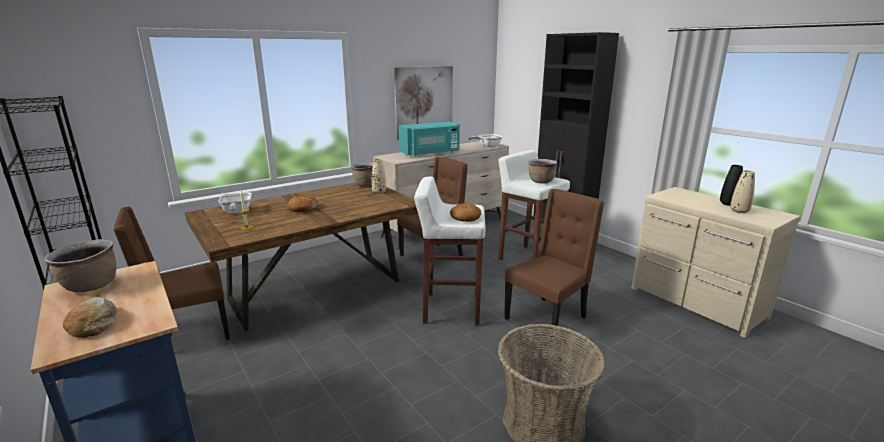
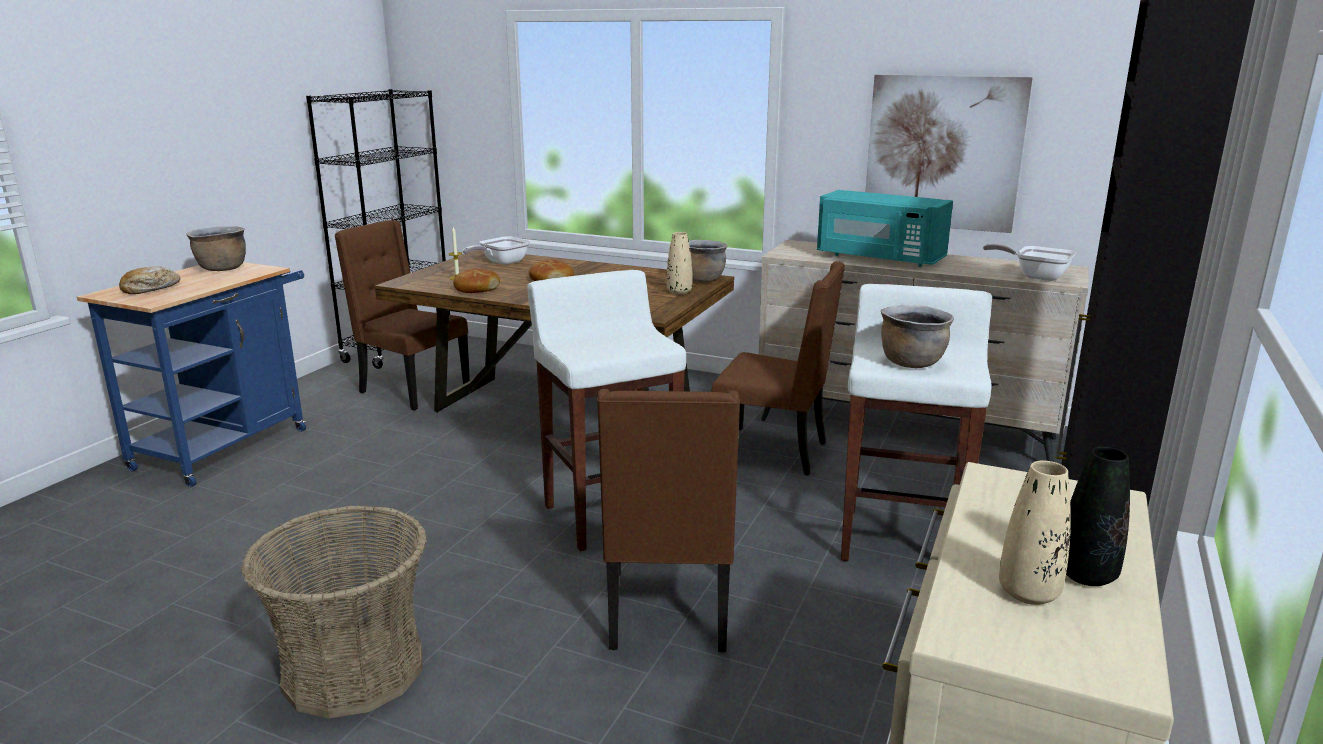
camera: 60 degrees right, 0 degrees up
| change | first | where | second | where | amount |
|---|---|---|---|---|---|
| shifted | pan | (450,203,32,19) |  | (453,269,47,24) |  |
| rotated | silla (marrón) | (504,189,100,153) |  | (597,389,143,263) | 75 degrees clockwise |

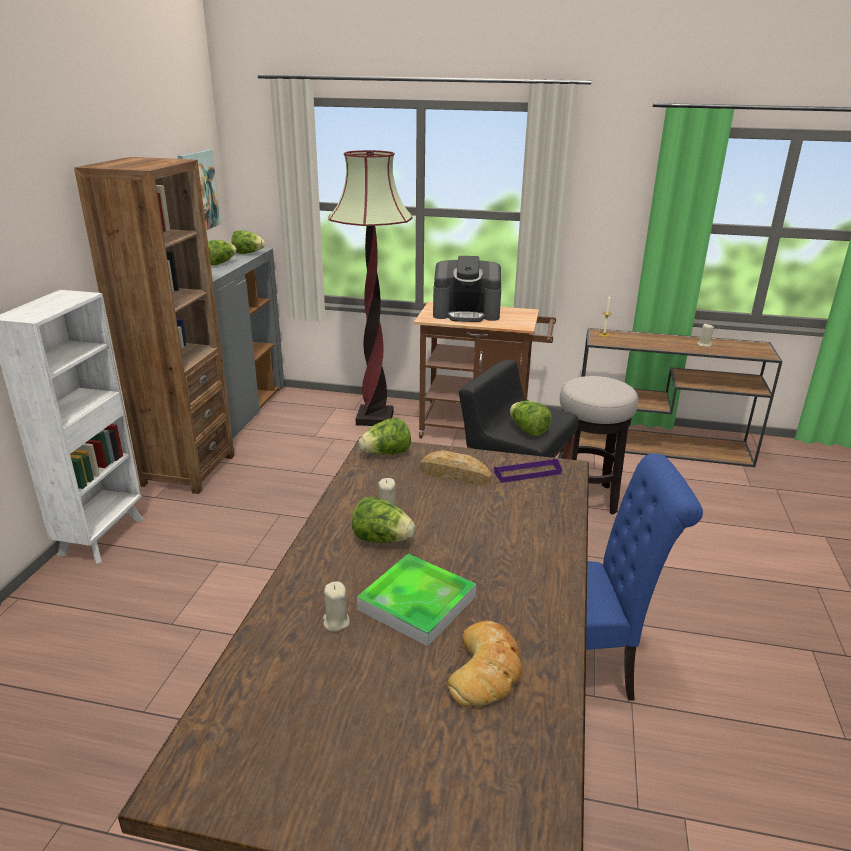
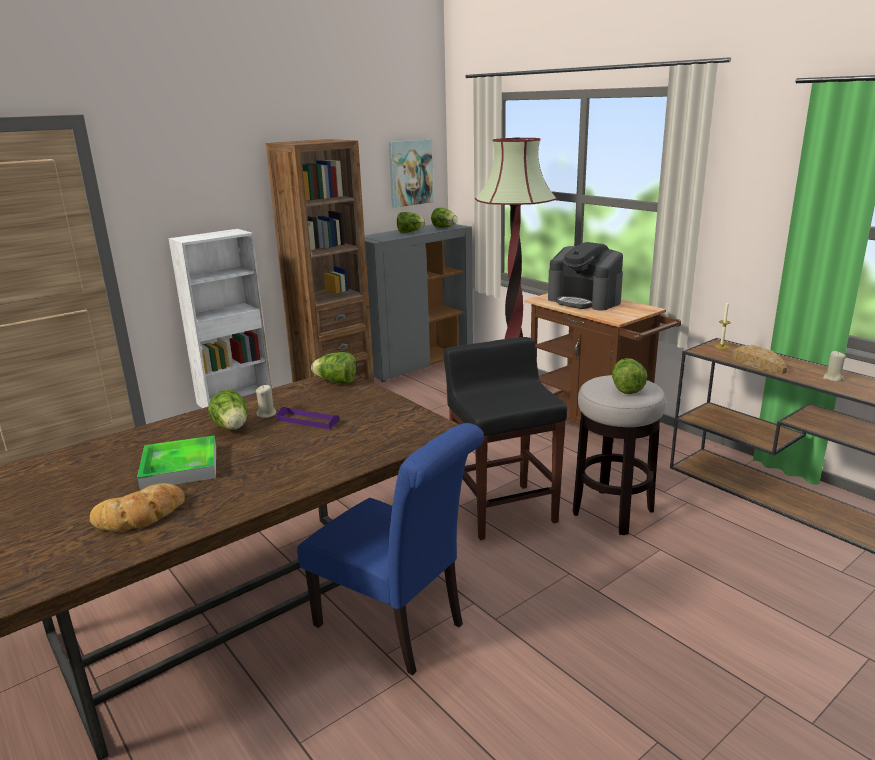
camera: 40 degrees right, 5 degrees down
| change | first | where | second | where | amount |
|---|---|---|---|---|---|
| gone | vela (beis) | (323,582,27,50) |  |  |  |
| shifted | pan | (420,450,72,34) |  | (732,345,55,29) |  |
| shifted | bandeja (morado) | (494,459,68,24) |  | (276,407,63,22) |  |
| shifted | lechuga | (510,401,42,36) |  | (612,358,35,36) |  |

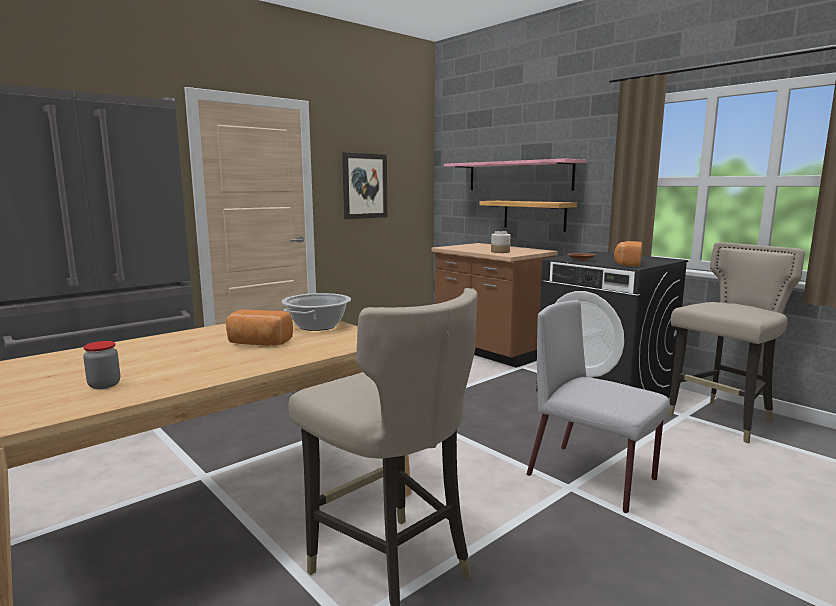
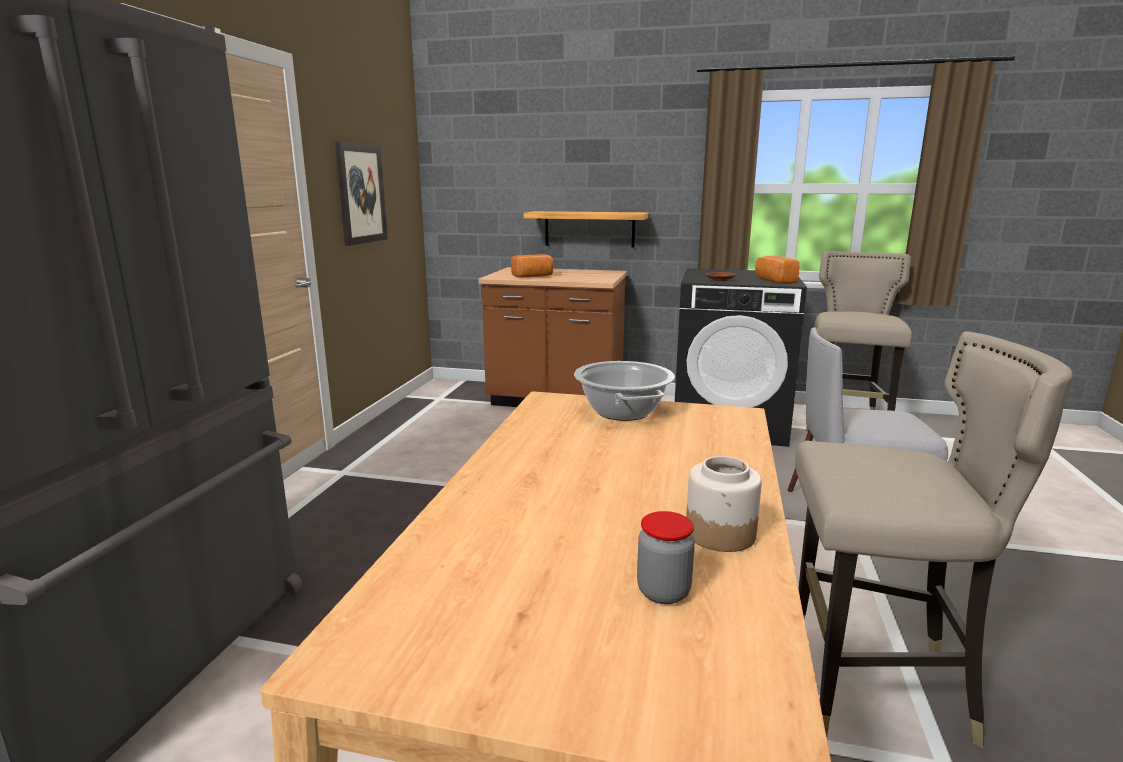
camera: 35 degrees left, 5 degrees up
| change | first | where | second | where | amount |
|---|---|---|---|---|---|
| gone | estante (rosa) | (444,159,142,32) |  |  |  |
| shifted | pan | (226,309,67,37) |  | (511,254,42,23) |  |
| shifted | tarro | (491,231,19,22) |  | (686,456,76,96) |  |

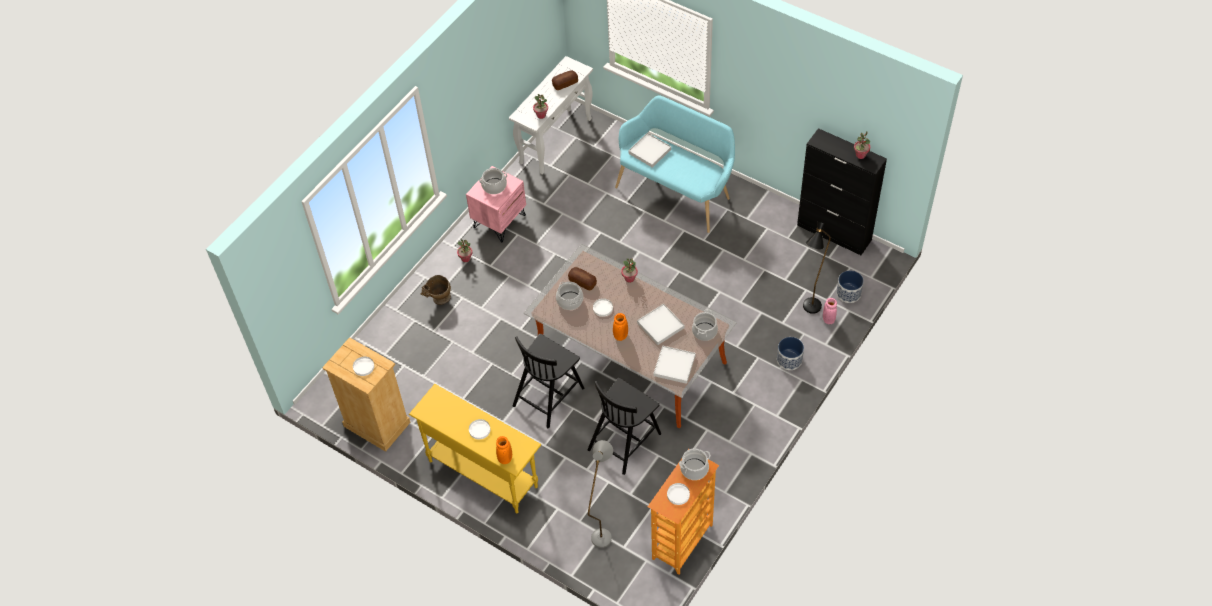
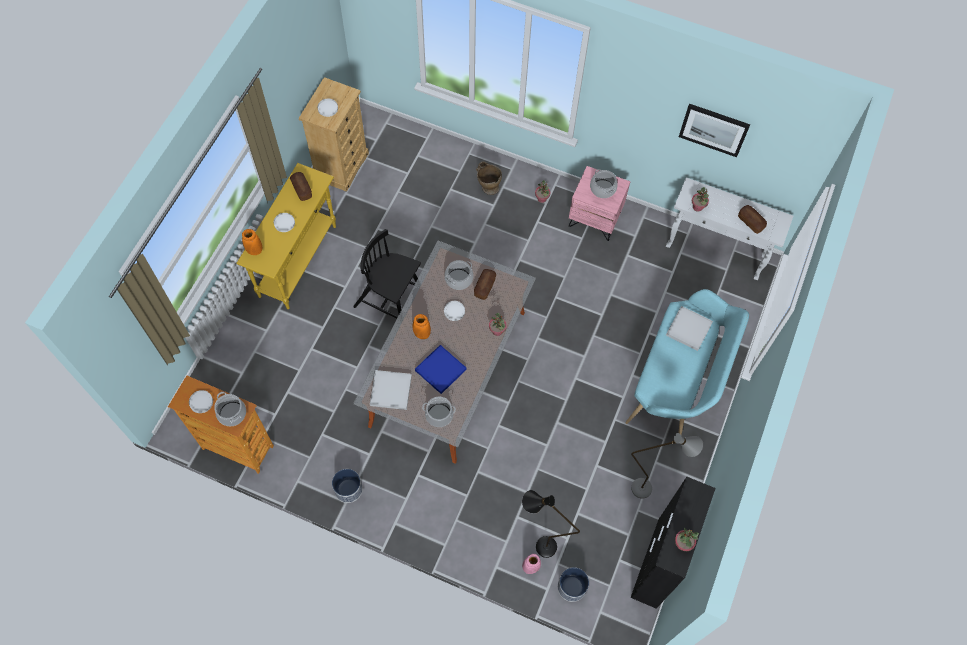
camera: 75 degrees right, 10 degrees up
| change | first | where | second | where | amount |
|---|---|---|---|---|---|
| gone | silla (negro) | (588,378,73,97) |  |  |  |
| new |  |  | pan | (290,172,22,29) |  |
| new |  |  | cuadro | (679,104,71,53) |  |
| shifted | lámpara de pie (gris) | (588,440,25,108) |  | (631,433,72,65) |  |
| shifted | maceta | (777,337,27,33) |  | (332,469,31,34) |  |
| repainted | bandeja (blanco) | (637,304,47,41) | bandeja (azul) | (415,345,51,49) |  |

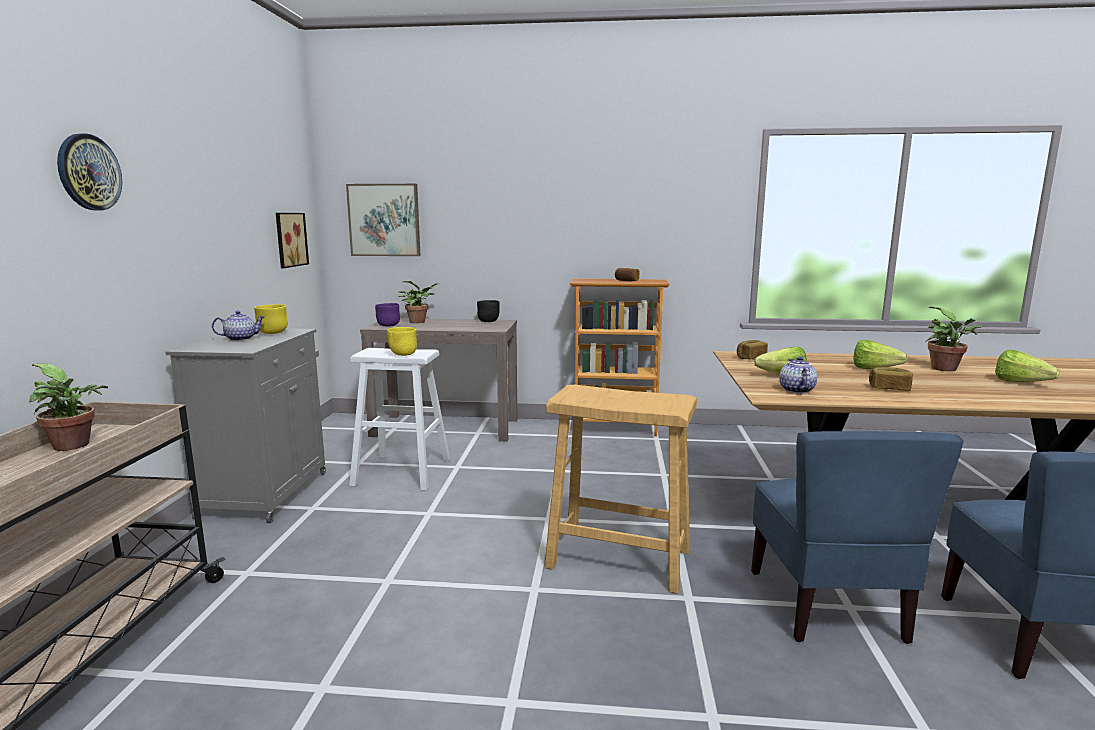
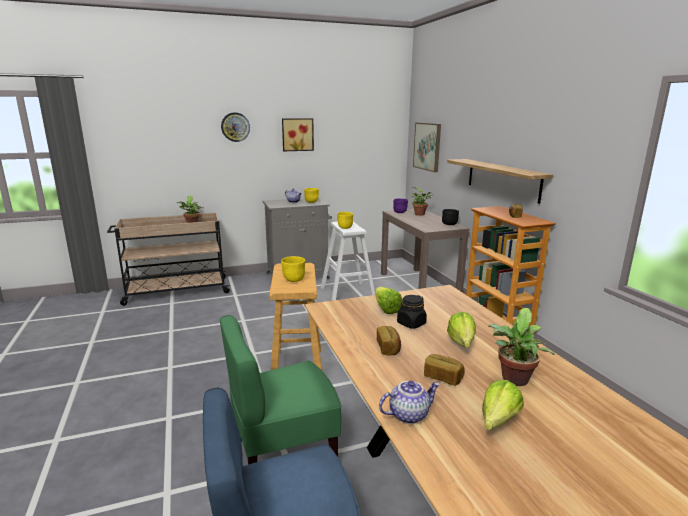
camera: 65 degrees right, 5 degrees up
| change | first | where | second | where | amount |
|---|---|---|---|---|---|
| new |  |  | cuenco (amarillo) | (281,256,24,26) |  |
| new |  |  | tarro (negro) | (397,295,30,34) |  |
| new |  |  | estante | (447,159,106,45) |  |
| shifted | cuadro | (276,213,33,55) |  | (282,118,32,33) |  |
| shifted | pan | (737,340,31,19) |  | (424,354,41,32) |  |
| shifted | tetera | (779,357,38,37) |  | (379,381,61,43) |  |
| repainted | silla (azul) | (751,431,213,213) | silla (verde) | (220,315,121,150) |  |

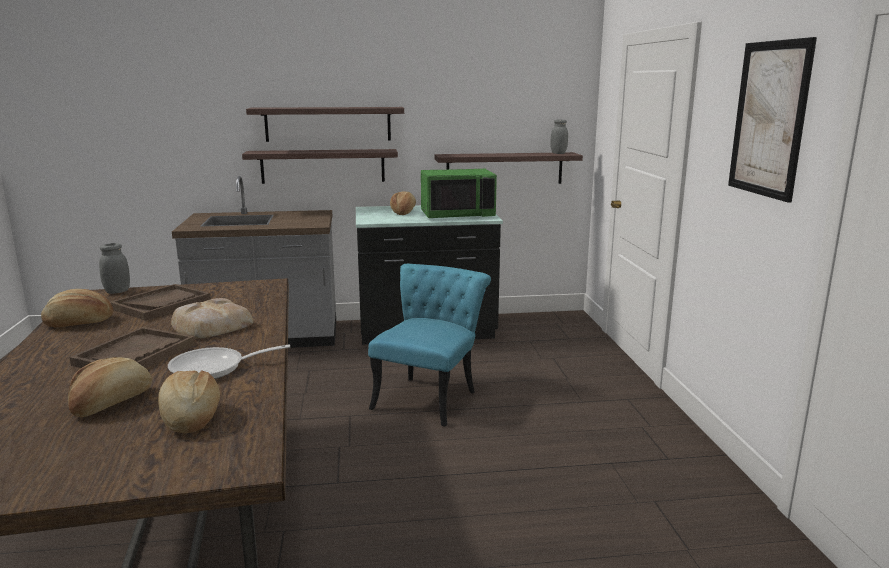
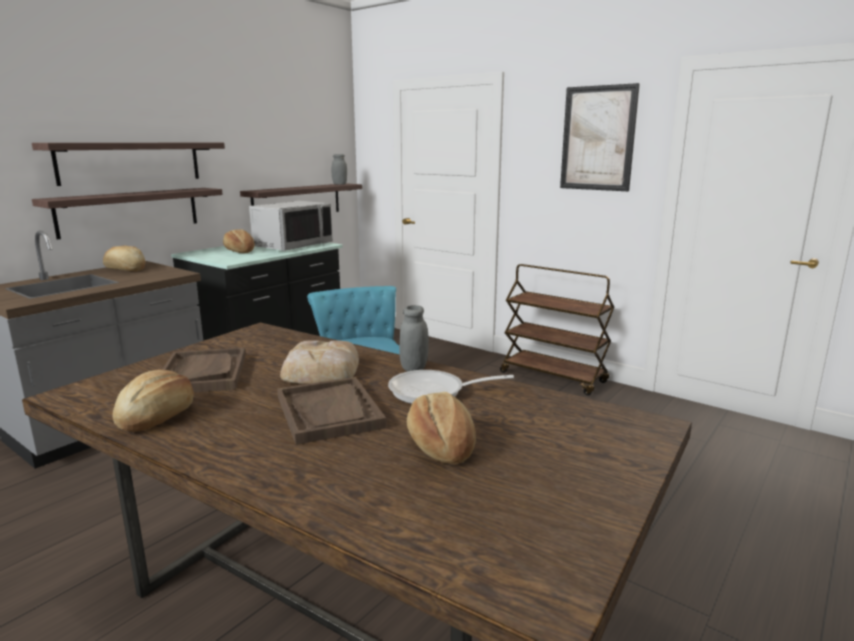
camera: 45 degrees left, 0 degrees up
| change | first | where | second | where | amount |
|---|---|---|---|---|---|
| new |  |  | carrito (marrón) | (500,264,114,132) |  |
| shifted | tarro (gris) | (99,243,31,51) |  | (399,305,30,66) |  |
| shifted | pan | (158,370,62,63) |  | (103,245,43,27) |  |
| repainted | microondas (verde) | (421,169,76,49) | microondas (gris) | (249,201,84,50) |  |
| rotated | sartén | (168,344,122,35) |  | (388,370,126,34) | 60 degrees clockwise |

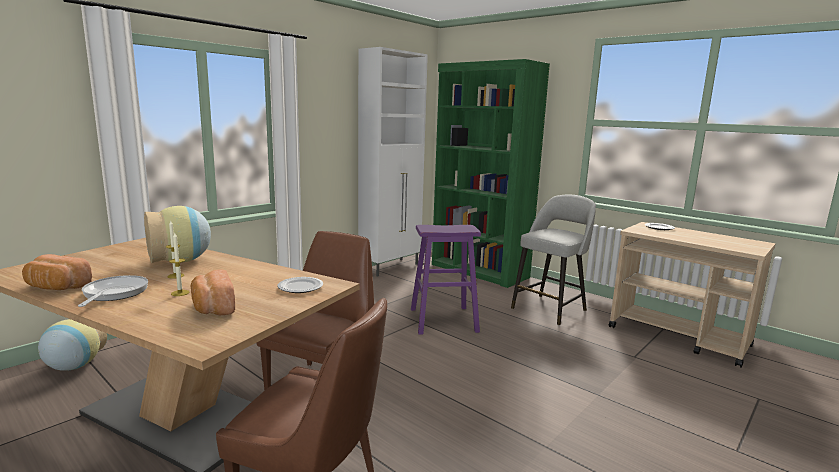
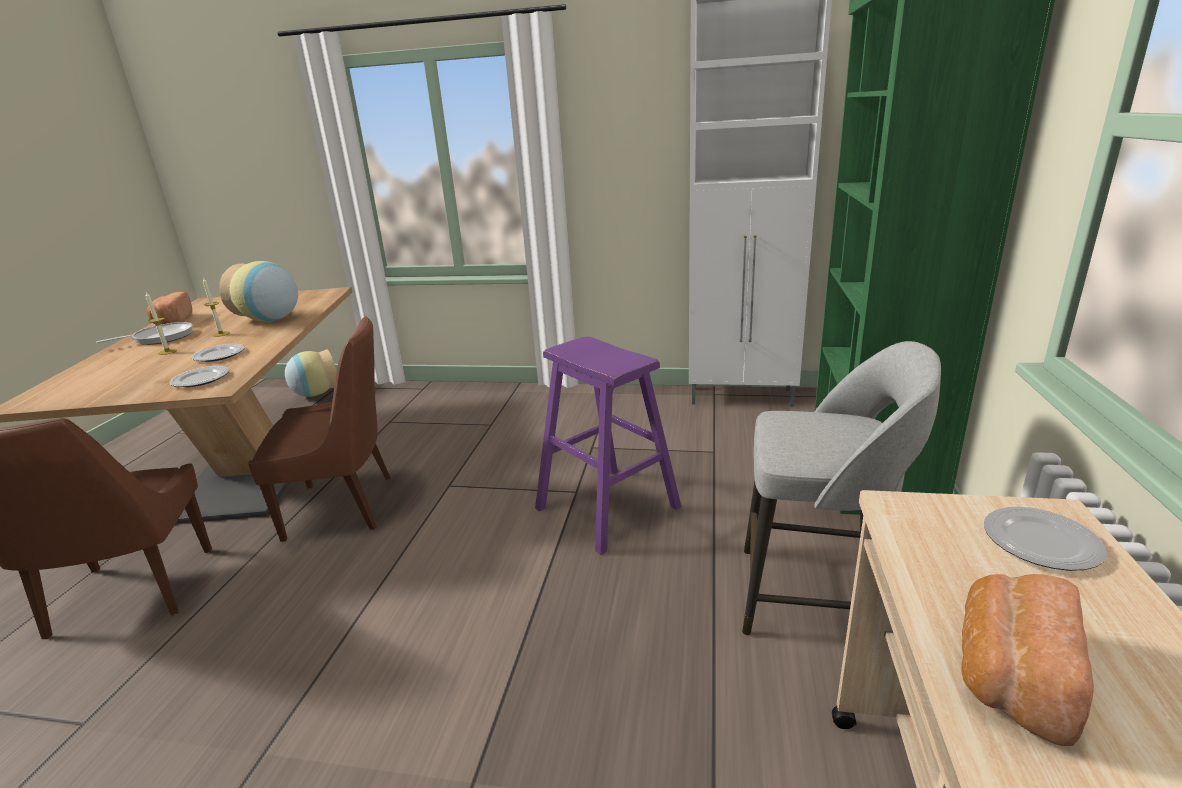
camera: 60 degrees right, 10 degrees up
| change | first | where | second | where | amount |
|---|---|---|---|---|---|
| new |  |  | plato | (191,344,54,18) |  |
| shifted | pan | (191,269,44,46) |  | (962,574,132,172) |  |

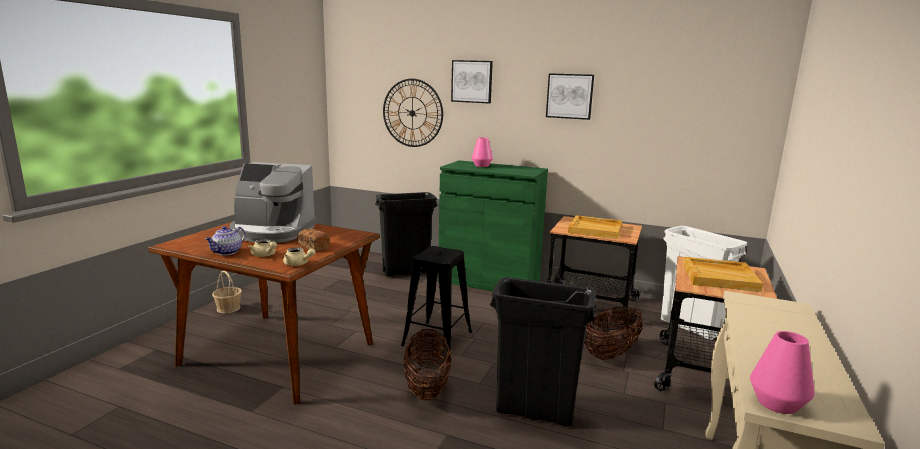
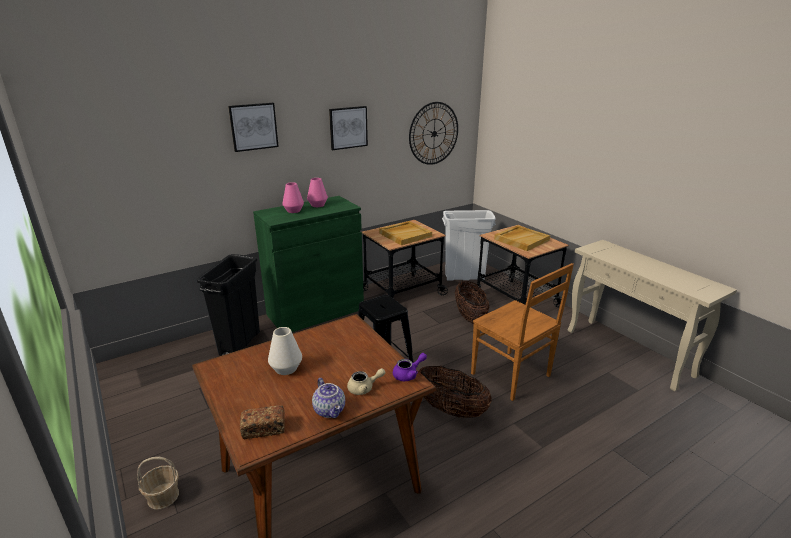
camera: 55 degrees left, 10 degrees up
| change | first | where | second | where | amount |
|---|---|---|---|---|---|
| shifted | pan | (297,229,33,23) |  | (240,405,45,34) |  |
| shifted | reloj de pared | (383,79,60,68) |  | (409,102,49,63) |  |
| shifted | florero (rosa) | (750,331,65,83) |  | (307,178,21,29) |  |
| swapped | cafetera | (230,162,87,81) | florero (blanco) | (268,327,34,48) |  |
| swapped | papelera (negro) | (490,277,106,150) | silla (marrón) | (471,263,103,138) |  |
| repainted | tetera (beis) | (283,247,33,19) | tetera (morado) | (393,353,34,28) |  |

